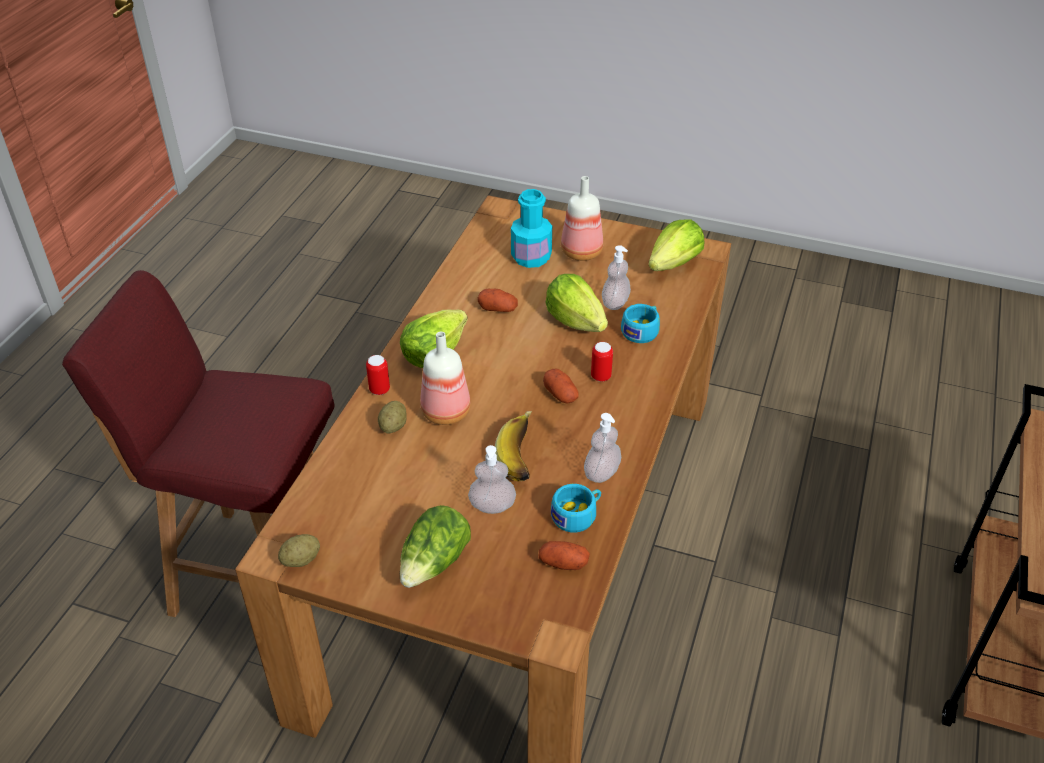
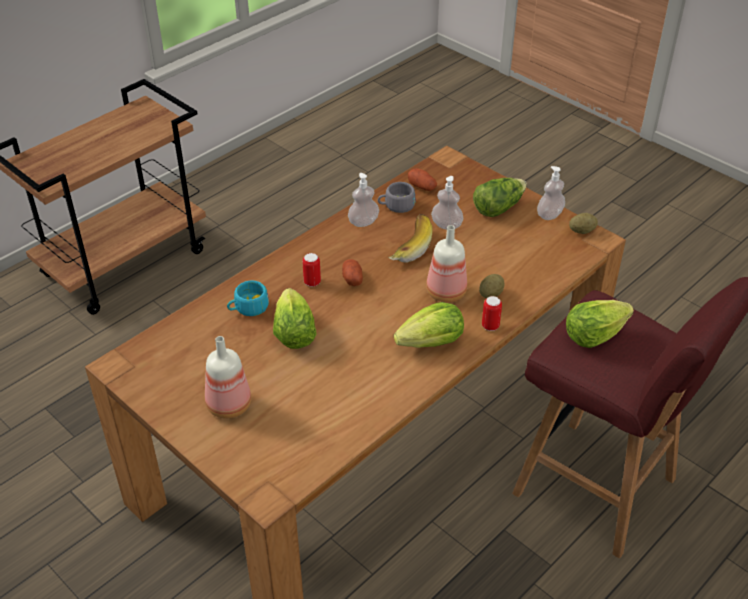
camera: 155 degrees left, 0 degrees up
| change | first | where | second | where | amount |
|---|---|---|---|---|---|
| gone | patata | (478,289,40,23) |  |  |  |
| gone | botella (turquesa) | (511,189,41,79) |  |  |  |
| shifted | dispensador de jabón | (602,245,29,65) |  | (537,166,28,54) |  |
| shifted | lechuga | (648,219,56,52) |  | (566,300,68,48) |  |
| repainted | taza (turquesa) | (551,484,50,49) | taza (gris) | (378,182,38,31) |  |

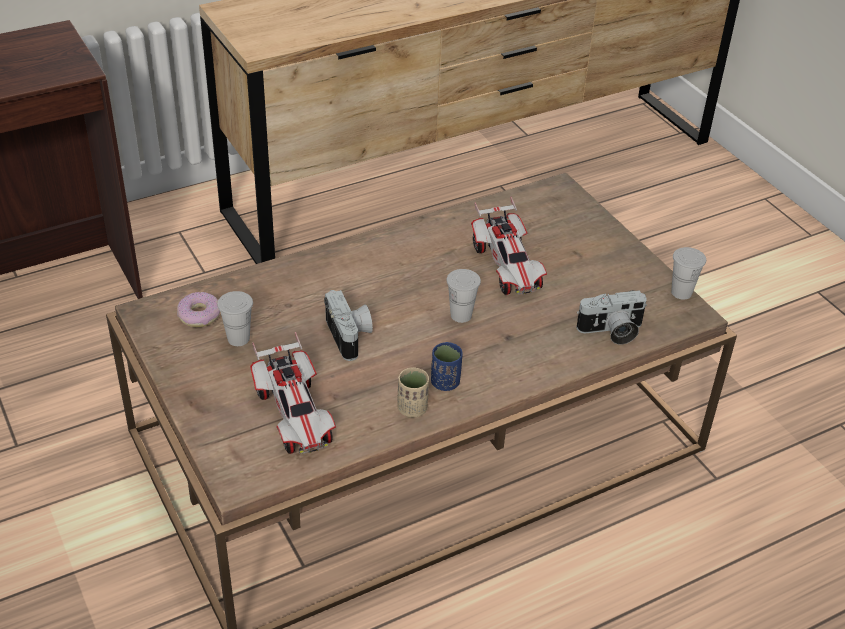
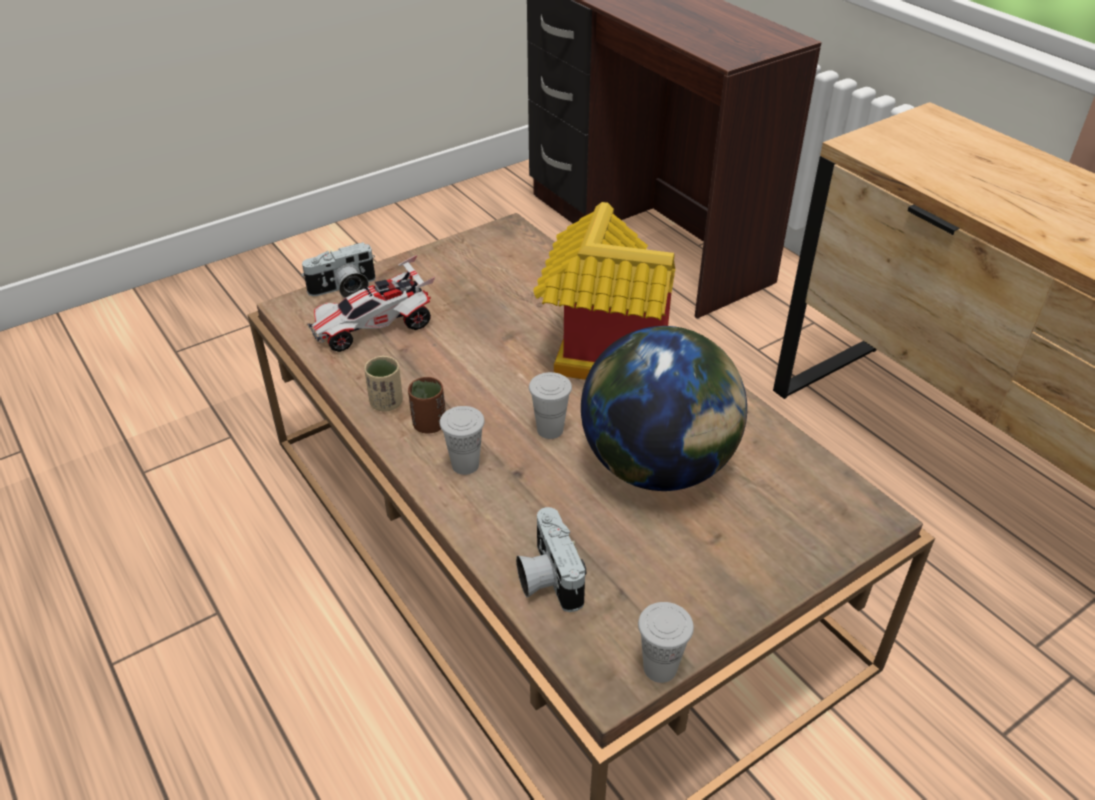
camera: 85 degrees right, 0 degrees up
| change | first | where | second | where | amount |
|---|---|---|---|---|---|
| gone | rosquilla | (177,292,43,35) |  |  |  |
| new |  |  | casita | (534,202,141,178) |  |
| shifted | taza (blanco) | (217,291,36,55) |  | (440,406,45,69) |  |
| shifted | cámara | (324,290,49,71) |  | (301,242,74,56) |  |
| swapped | coche de juguete | (471,197,76,98) | globo terráqueo | (581,326,166,165) |  |
| repainted | taza (azul) | (431,342,32,49) | taza (marrón) | (408,377,38,57) |  |

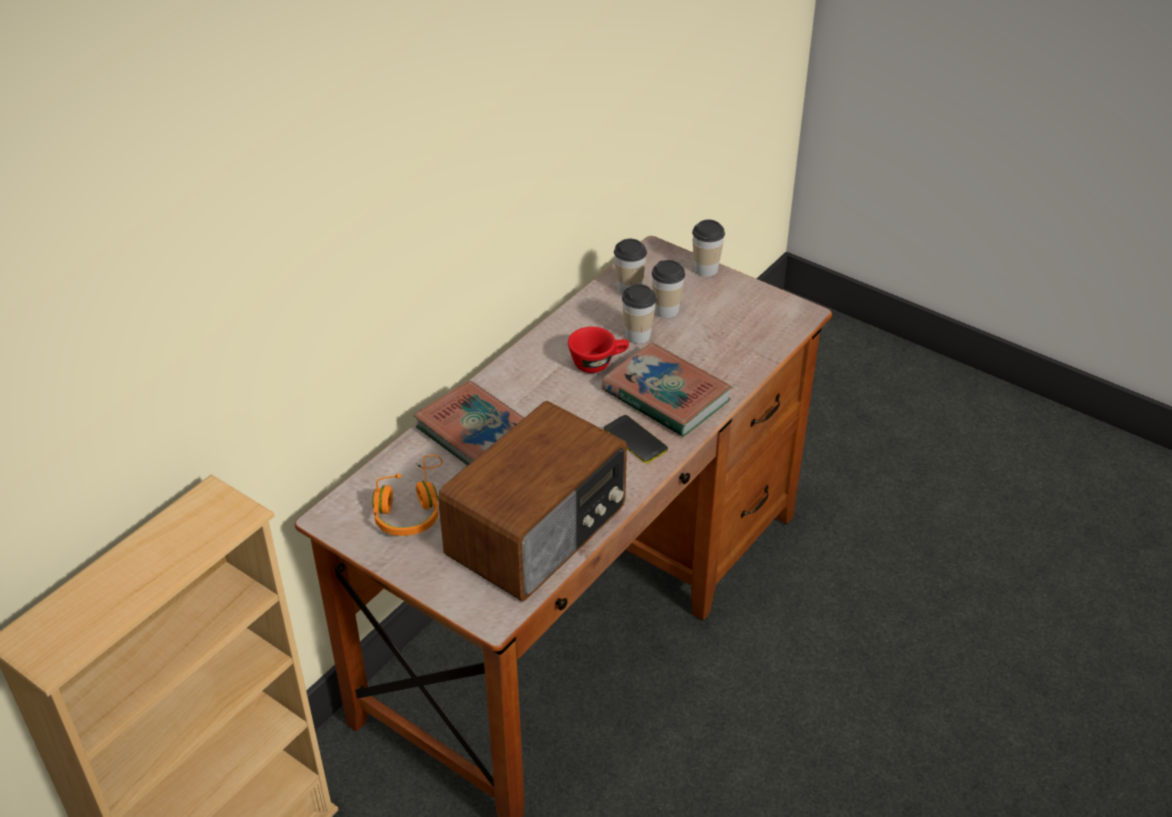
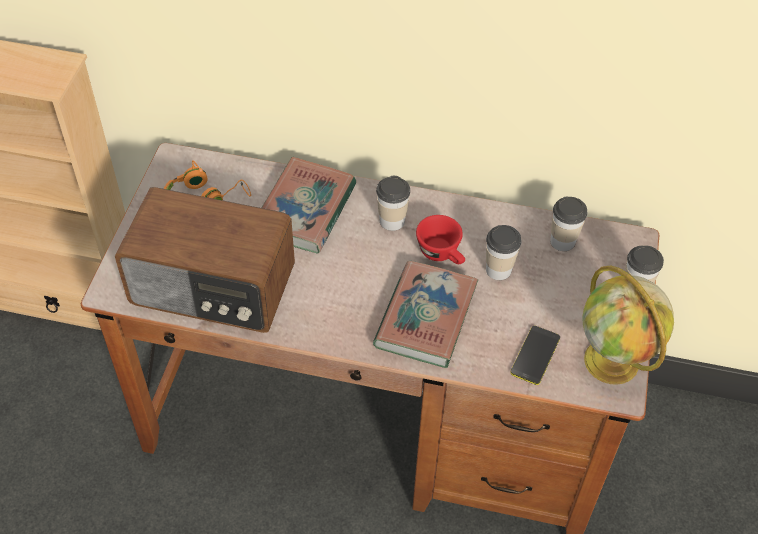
camera: 65 degrees right, 10 degrees up
| change | first | where | second | where | amount |
|---|---|---|---|---|---|
| new |  |  | globo terráqueo | (583,266,91,119) |  |
| shifted | móvil | (604,415,64,48) |  | (511,326,49,59) |  |
| shifted | taza | (651,260,34,59) |  | (376,176,34,55) |  |

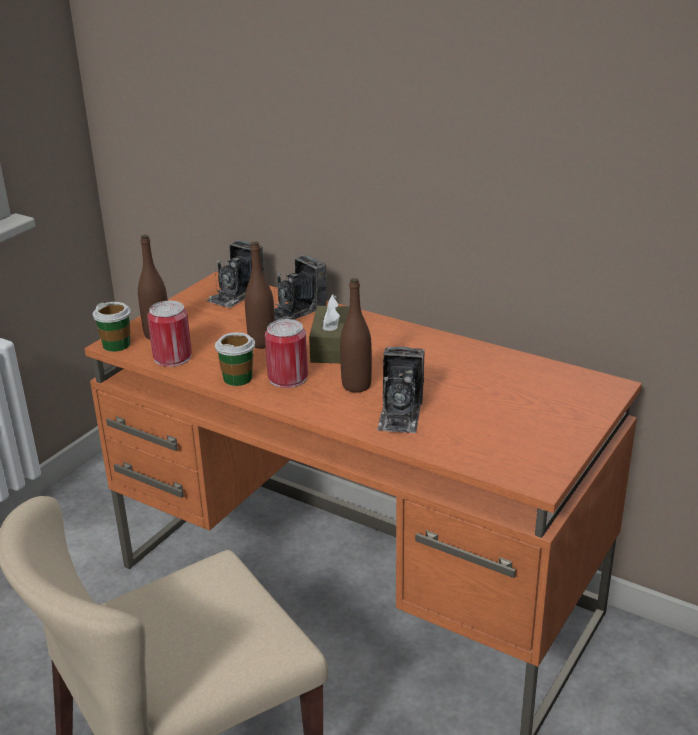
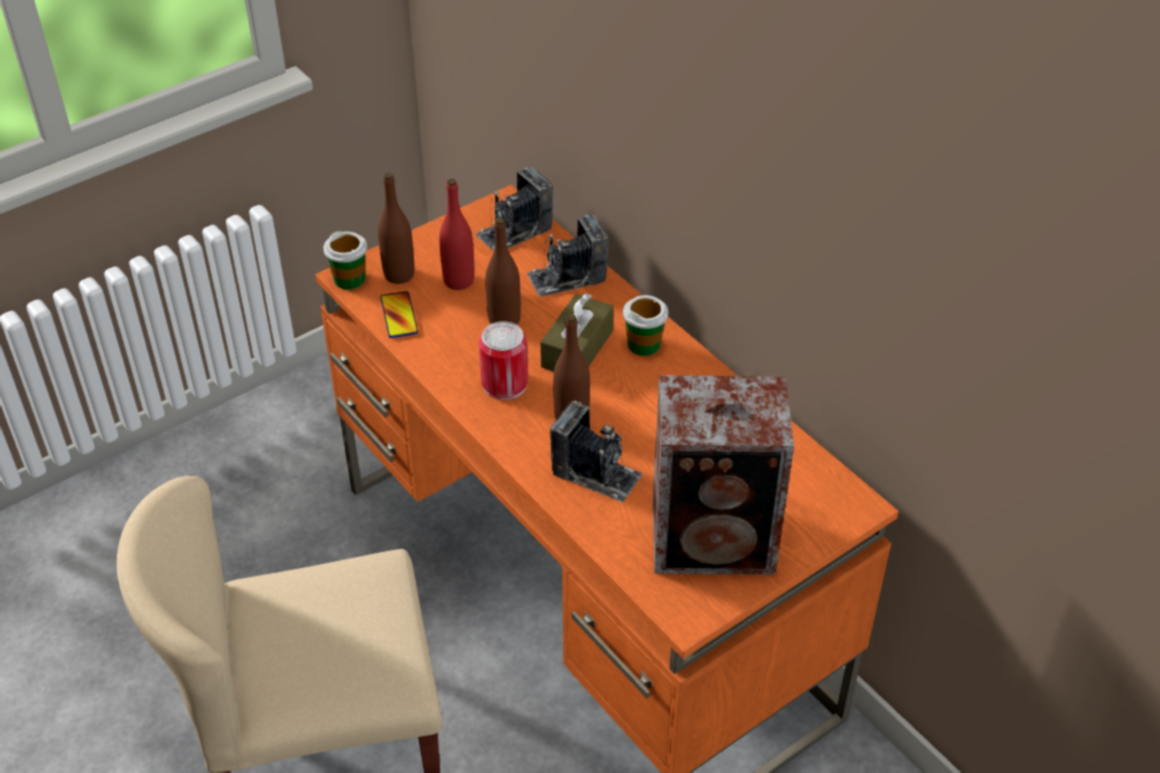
camera: 20 degrees right, 15 degrees up
| change | first | where | second | where | amount |
|---|---|---|---|---|---|
| new |  |  | botella (rojo) | (439,179,35,111) |  |
| new |  |  | altavoz | (653,375,141,200) |  |
| shifted | taza | (215,332,40,54) |  | (623,295,46,61) |  |
| swapped | lata | (147,301,45,66) | móvil | (380,291,38,47) |  |
| rotated | cámara | (377,347,48,86) |  | (550,401,93,102) | 90 degrees counterclockwise |

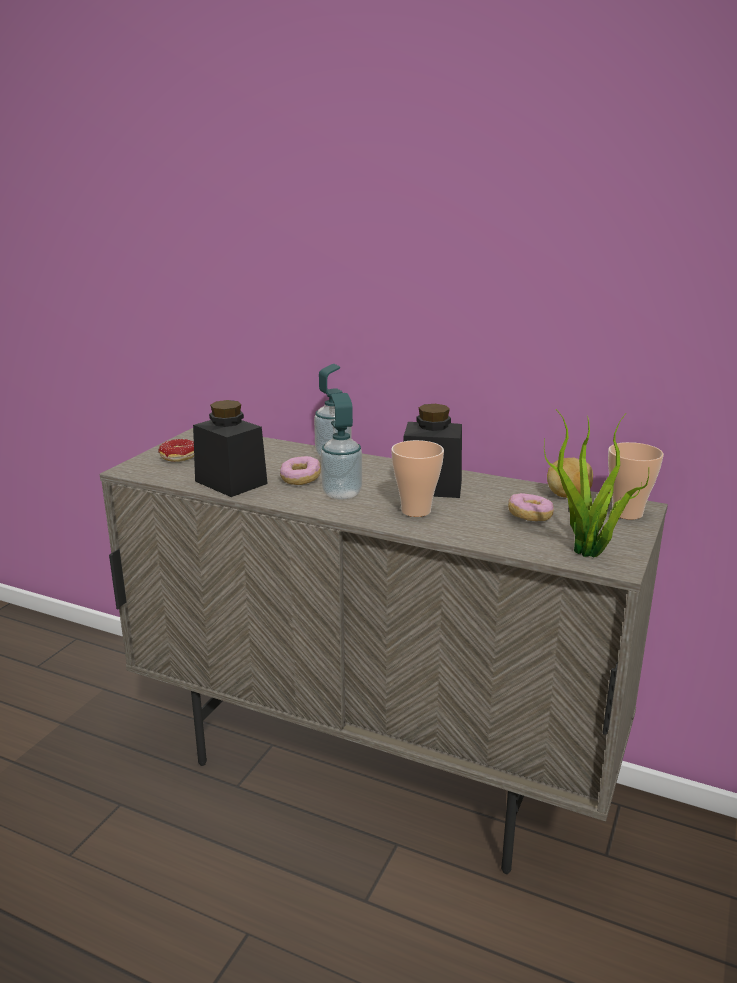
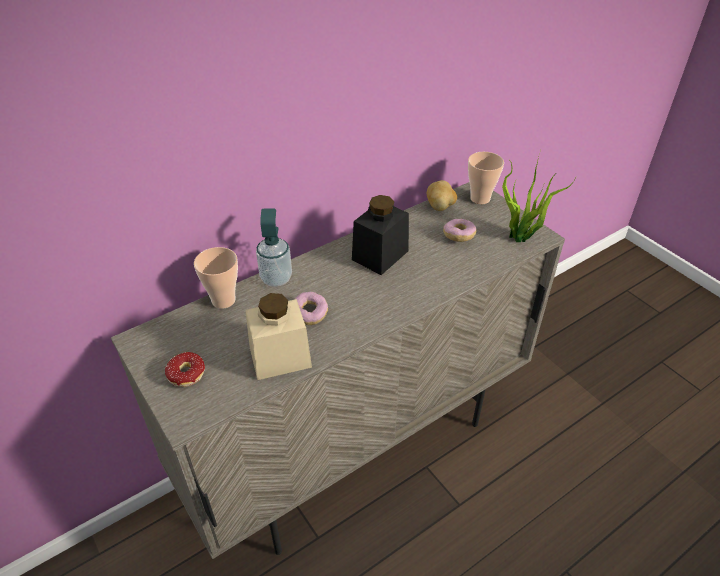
camera: 60 degrees left, 20 degrees up
| change | first | where | second | where | amount |
|---|---|---|---|---|---|
| gone | dispensador de jabón | (321,393,41,107) |  |  |  |
| shifted | taza | (391,440,53,77) |  | (194,247,44,62) |  |
| repainted | tarro (negro) | (193,400,75,97) | tarro (beis) | (245,293,67,87) |  |

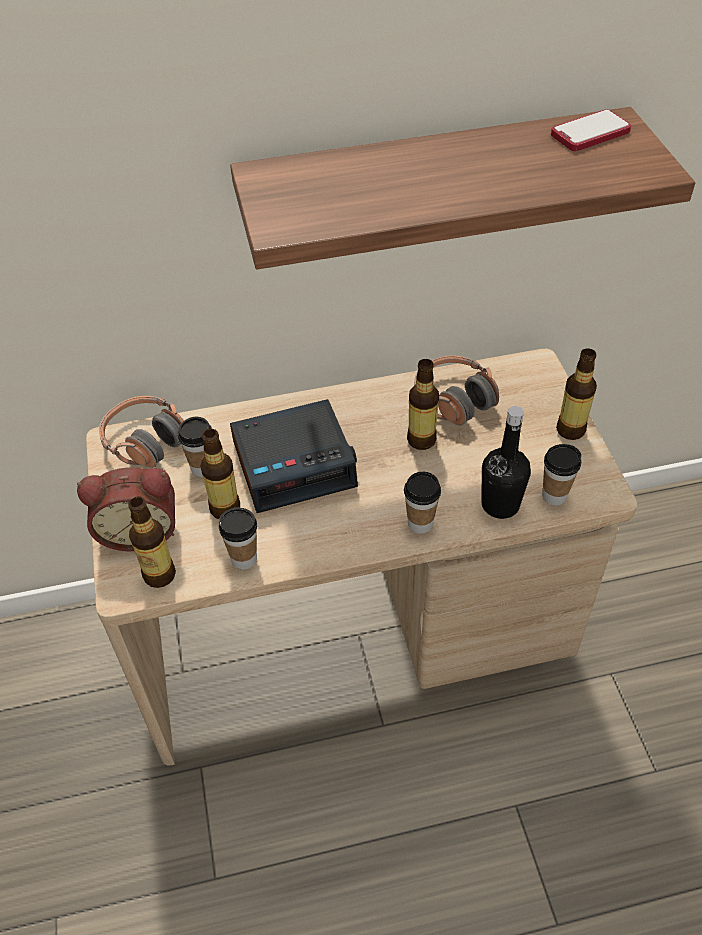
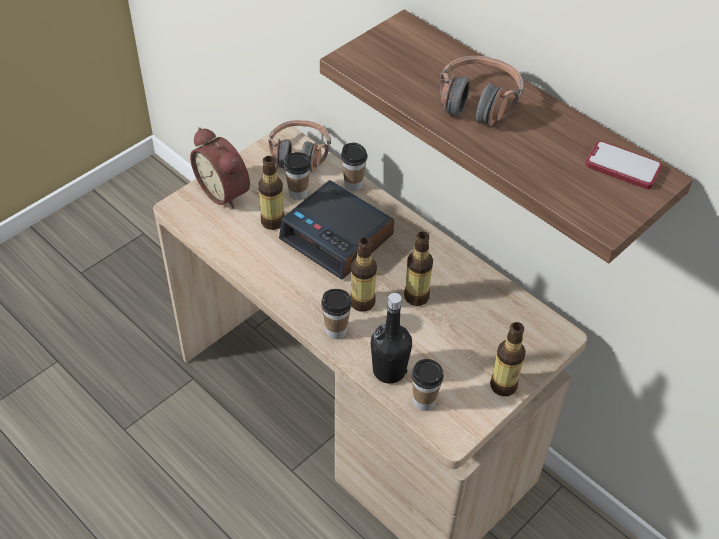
camera: 55 degrees right, 0 degrees up
| change | first | where | second | where | amount |
|---|---|---|---|---|---|
| shifted | botella | (128,497,48,91) |  | (350,237,27,75) |  |
| shifted | taza | (219,508,38,62) |  | (341,143,26,48) |  |
| shifted | auriculares | (414,355,85,70) |  | (440,56,84,70) |  |

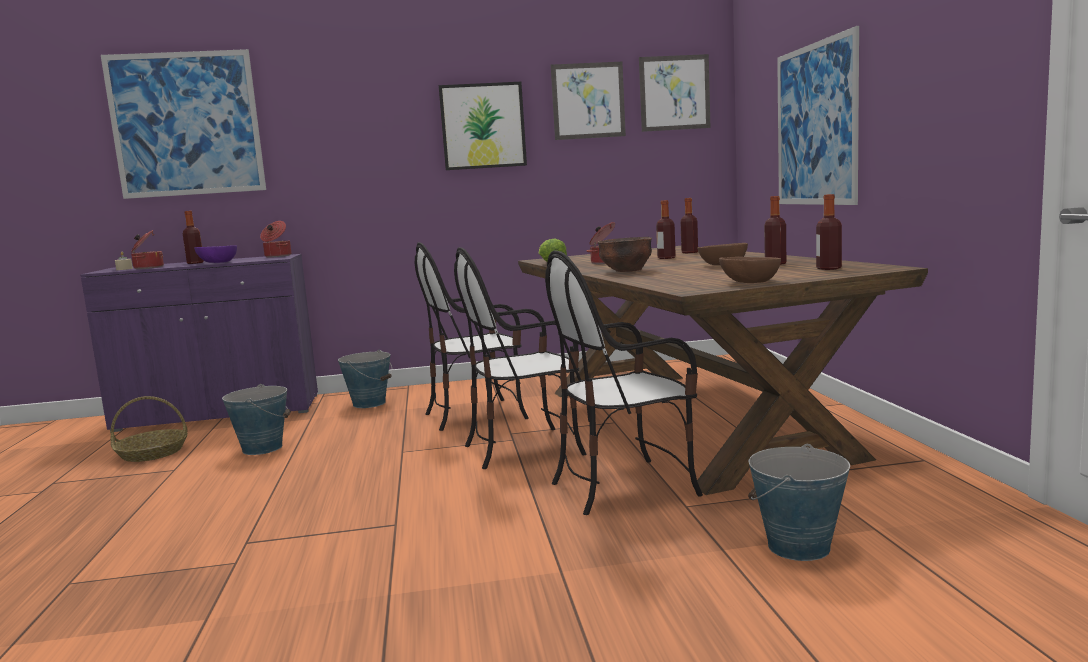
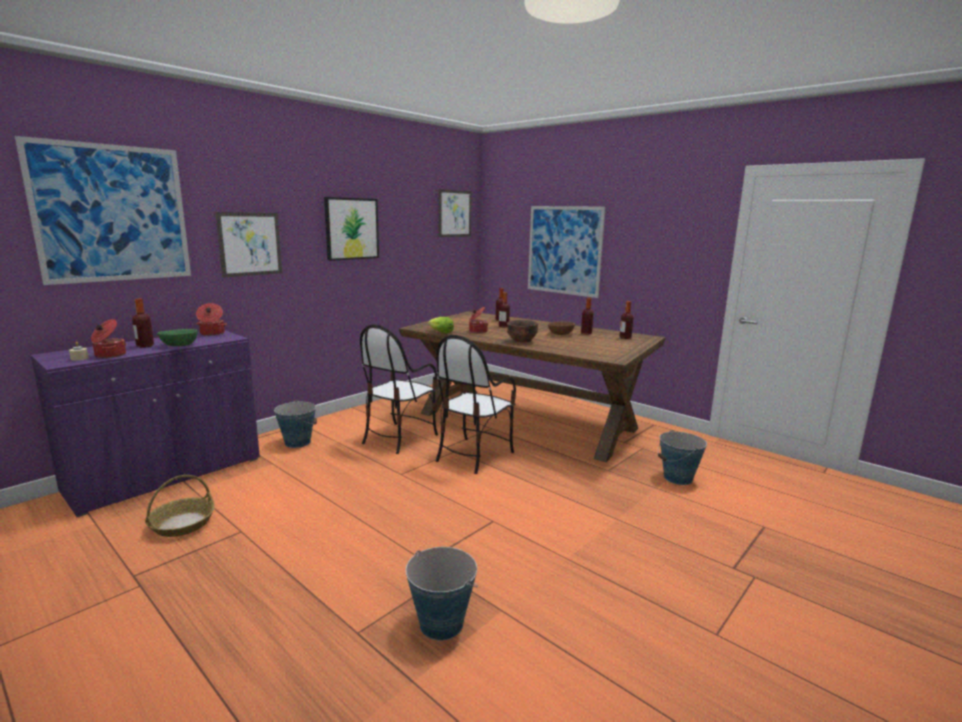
camera: 40 degrees left, 5 degrees up
| change | first | where | second | where | amount |
|---|---|---|---|---|---|
| gone | silla | (545,250,158,265) |  |  |  |
| gone | cuenco (marrón) | (719,257,62,26) |  |  |  |
| shifted | cubo | (222,384,69,71) |  | (406,547,72,94) |  |
| shifted | cuadro | (551,62,75,78) |  | (215,212,67,65) |  |
| repainted | cuenco (morado) | (194,246,43,17) | cuenco (verde) | (157,329,41,17) |  |

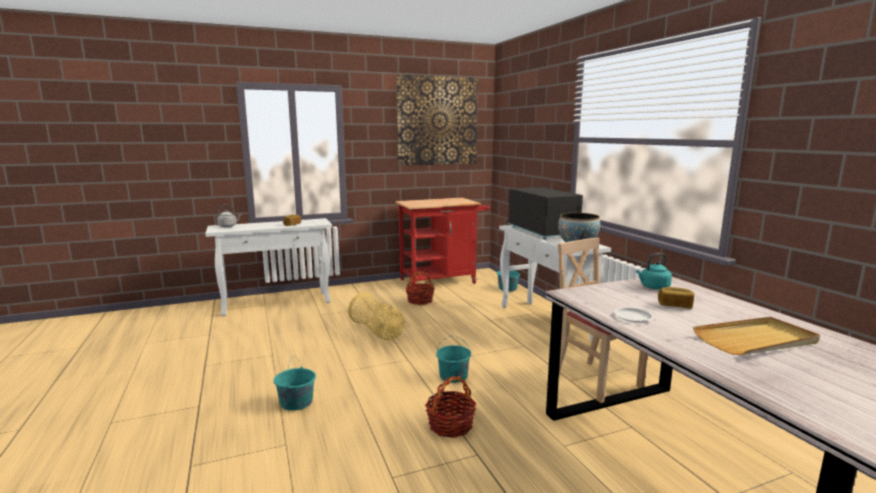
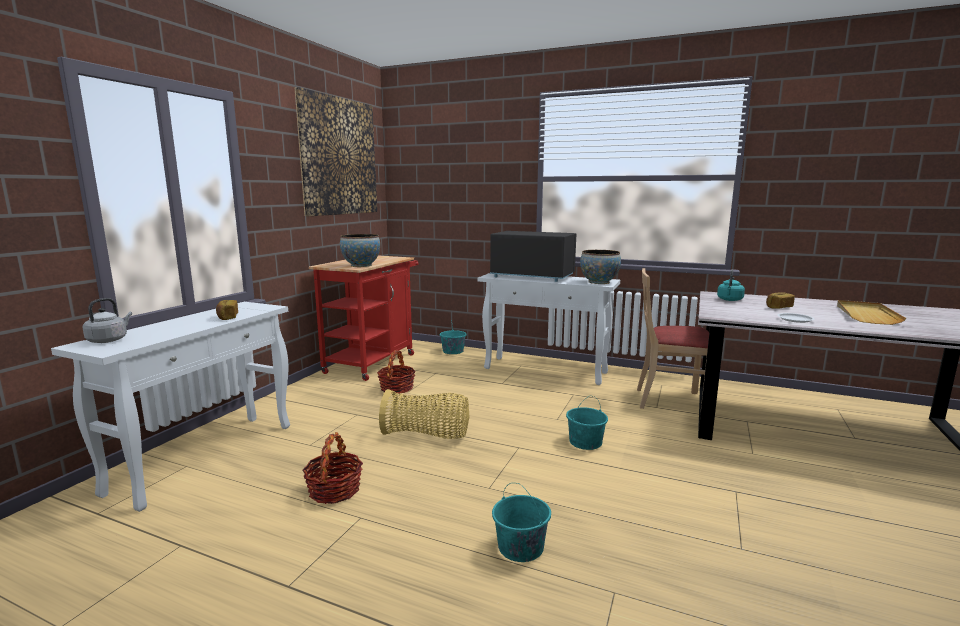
camera: 45 degrees left, 0 degrees up
| change | first | where | second | where | amount |
|---|---|---|---|---|---|
| new |  |  | cuenco | (340,234,40,33) |  |
| shifted | cesta | (425,376,51,62) |  | (302,432,61,72) |  |

